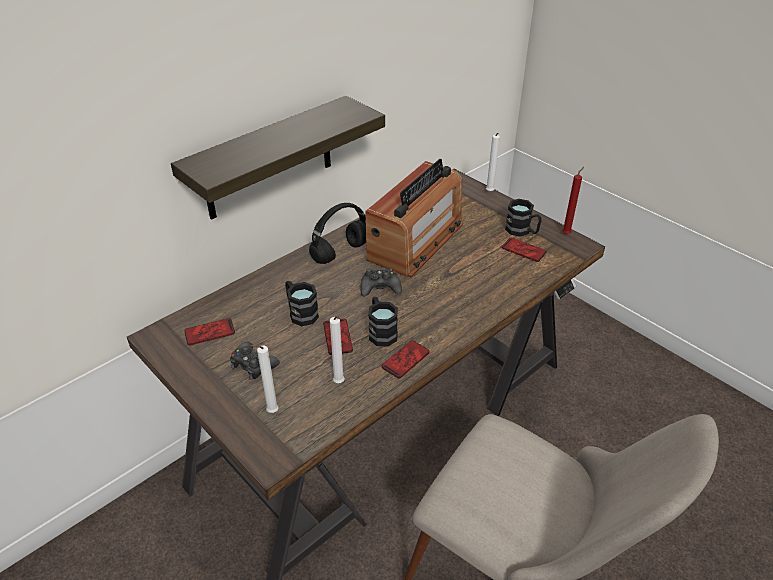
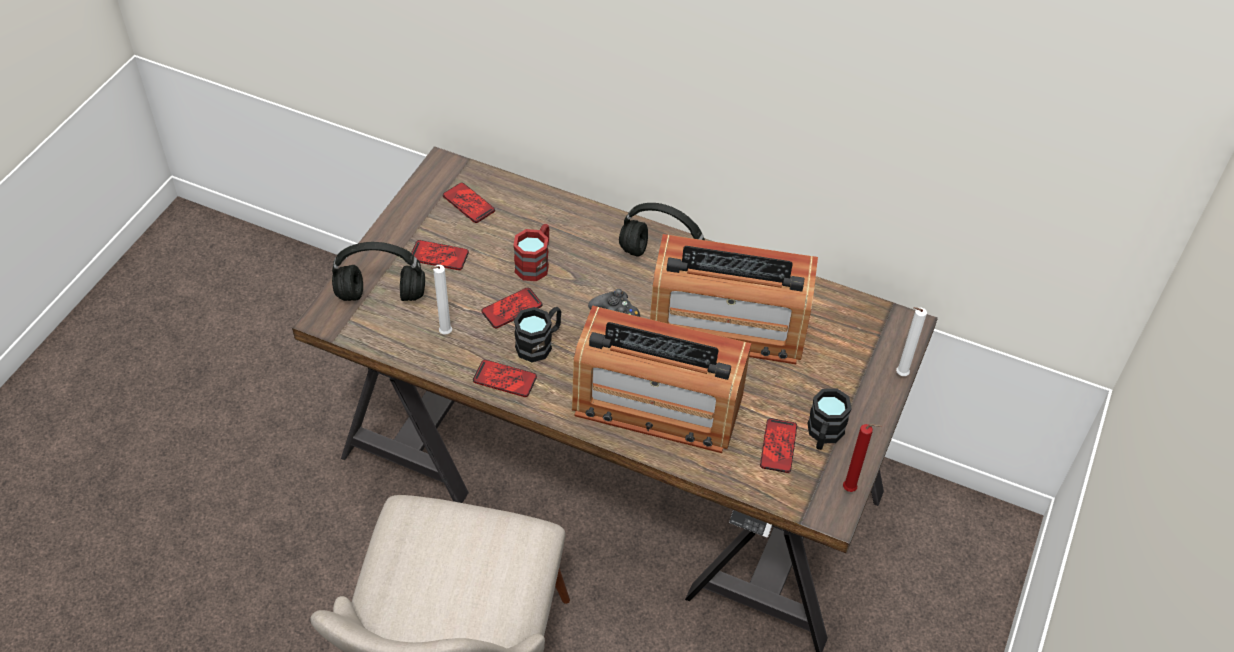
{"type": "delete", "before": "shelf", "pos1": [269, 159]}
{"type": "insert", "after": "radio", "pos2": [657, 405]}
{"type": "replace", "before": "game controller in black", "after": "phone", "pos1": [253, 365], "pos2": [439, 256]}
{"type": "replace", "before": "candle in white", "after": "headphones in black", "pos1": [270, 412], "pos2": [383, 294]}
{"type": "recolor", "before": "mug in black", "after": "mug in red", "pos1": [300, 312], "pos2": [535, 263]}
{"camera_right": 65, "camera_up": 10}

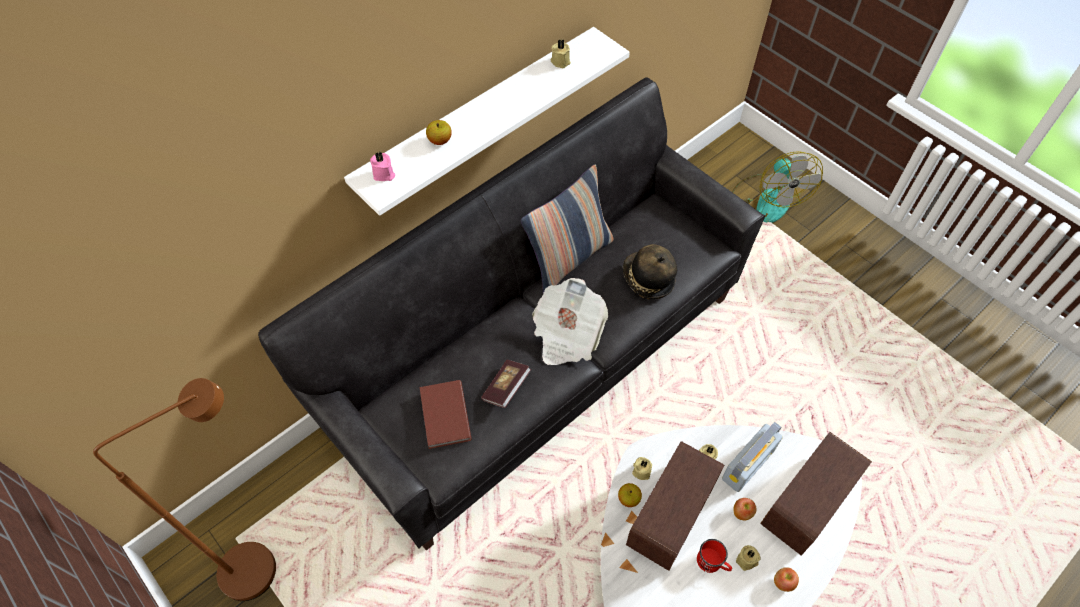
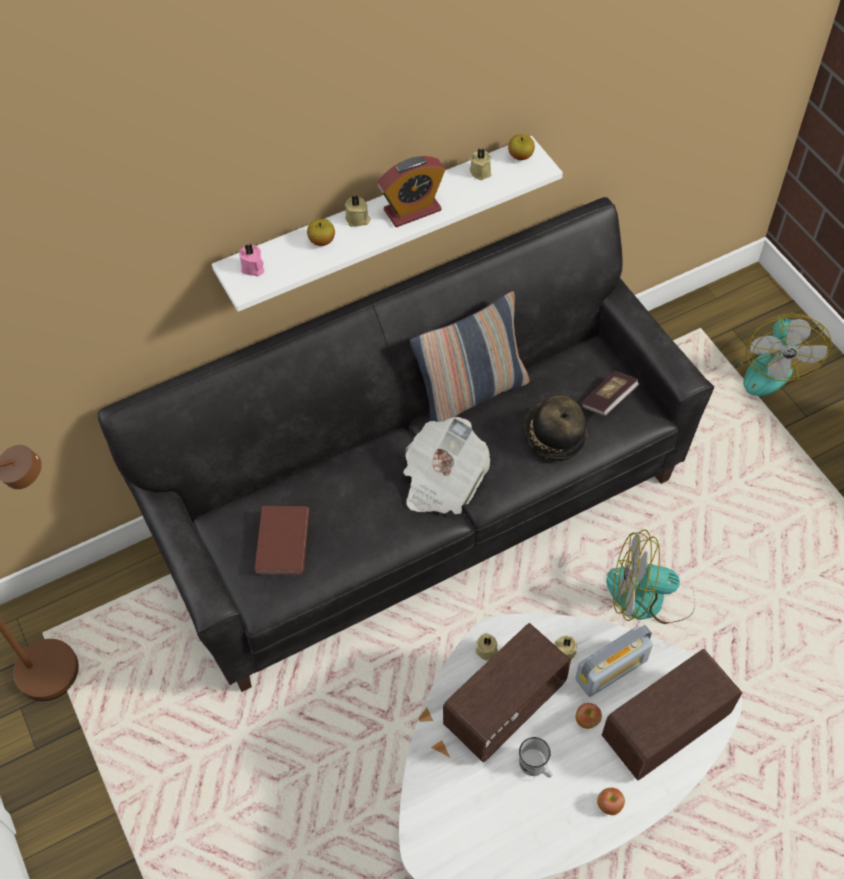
{"type": "insert", "after": "alarm clock", "pos2": [412, 210]}
{"type": "insert", "after": "fan", "pos2": [649, 596]}
{"type": "move", "before": "book", "pos1": [506, 388], "pos2": [608, 400]}
{"type": "move", "before": "apple", "pos1": [628, 499], "pos2": [520, 156]}
{"type": "move", "before": "candle in beige", "pos1": [747, 561], "pos2": [358, 219]}
{"type": "recolor", "before": "mug in red", "after": "mug in white", "pos1": [712, 563], "pos2": [536, 766]}
{"camera_right": 15, "camera_up": 0}

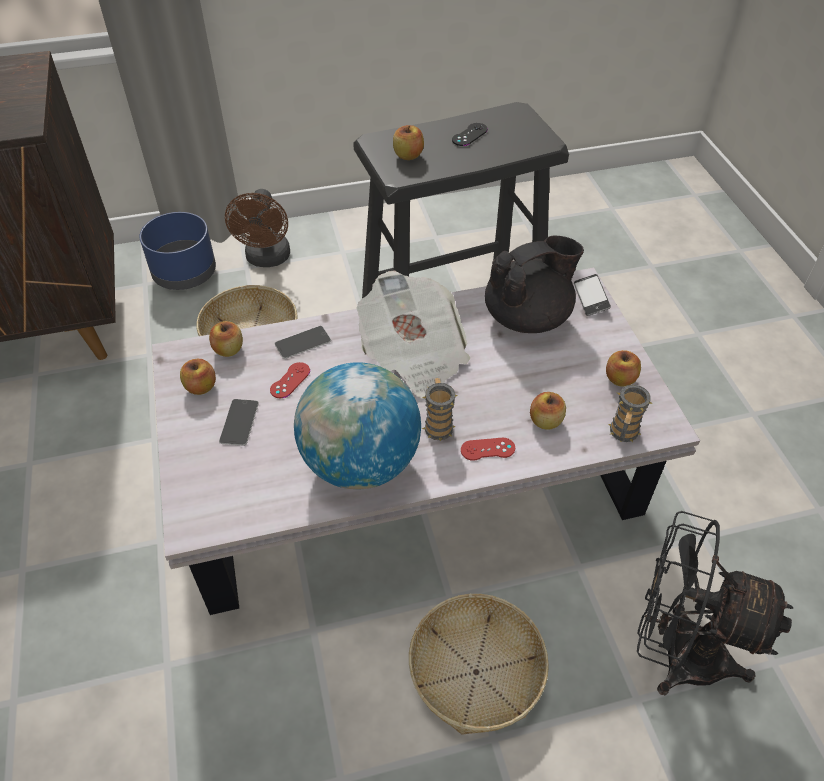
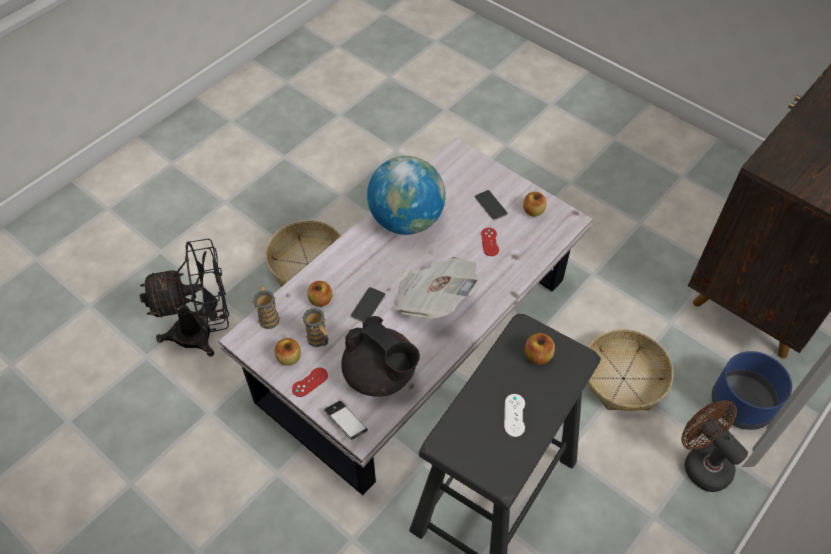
{"type": "delete", "before": "apple", "pos1": [228, 349]}
{"type": "move", "before": "phone", "pos1": [303, 342], "pos2": [368, 305]}
{"type": "move", "before": "mug", "pos1": [438, 424], "pos2": [319, 341]}
{"type": "move", "before": "game controller in red", "pos1": [487, 449], "pos2": [310, 382]}
{"type": "recolor", "before": "game controller in black", "after": "game controller in white", "pos1": [469, 135], "pos2": [514, 415]}
{"type": "rotate", "before": "teapot in black", "pos1": [528, 317], "pos2": [381, 375], "turn": -75}
{"camera_right": 145, "camera_up": 5}

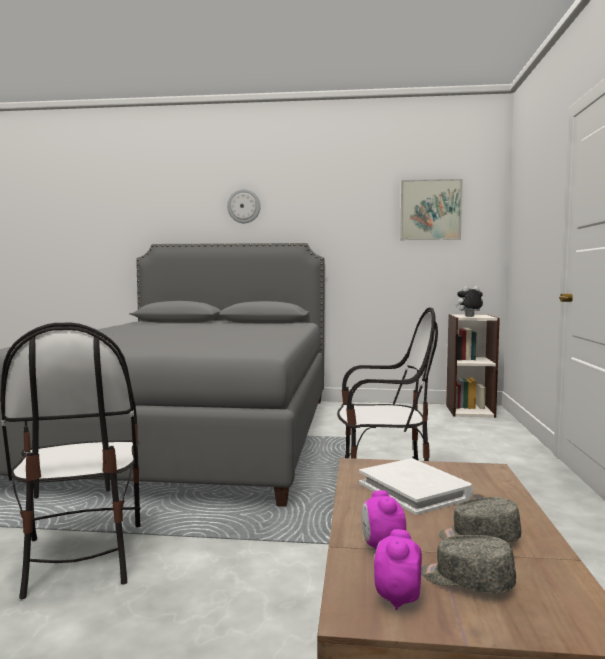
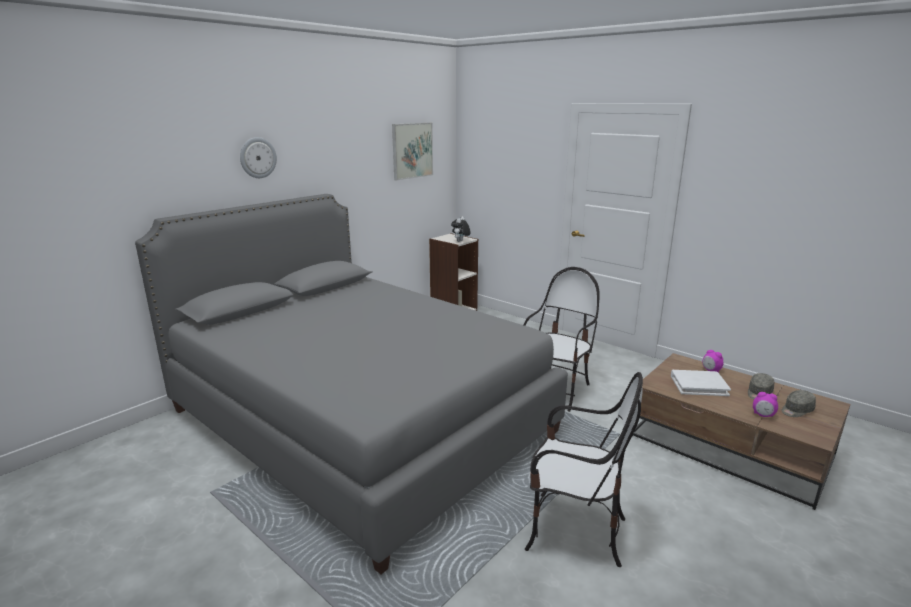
{"type": "move", "before": "alarm clock", "pos1": [397, 598], "pos2": [711, 371]}
{"camera_right": -55, "camera_up": 15}

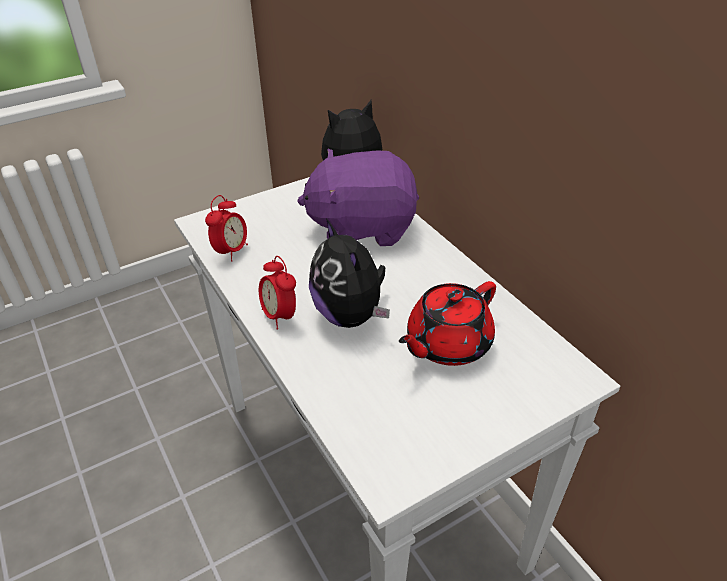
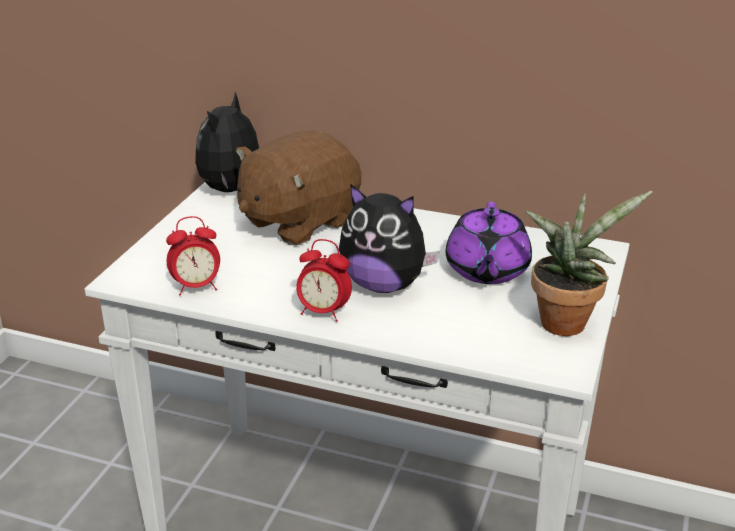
{"type": "insert", "after": "potted plant", "pos2": [566, 320]}
{"type": "recolor", "before": "plush toy in purple", "after": "plush toy in brown", "pos1": [362, 227], "pos2": [298, 221]}
{"type": "recolor", "before": "teapot in red", "after": "teapot in purple", "pos1": [447, 344], "pos2": [486, 270]}
{"type": "rotate", "before": "alarm clock", "pos1": [231, 251], "pos2": [197, 287], "turn": 90}
{"camera_right": -40, "camera_up": -10}

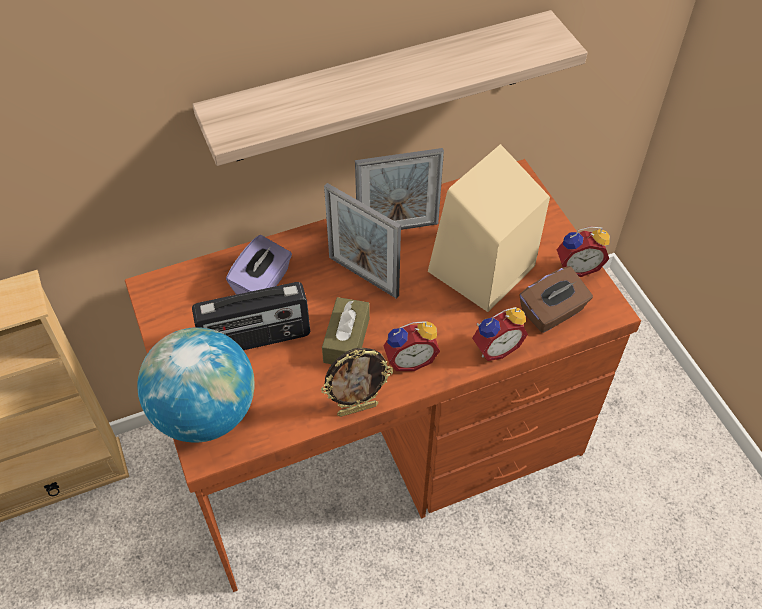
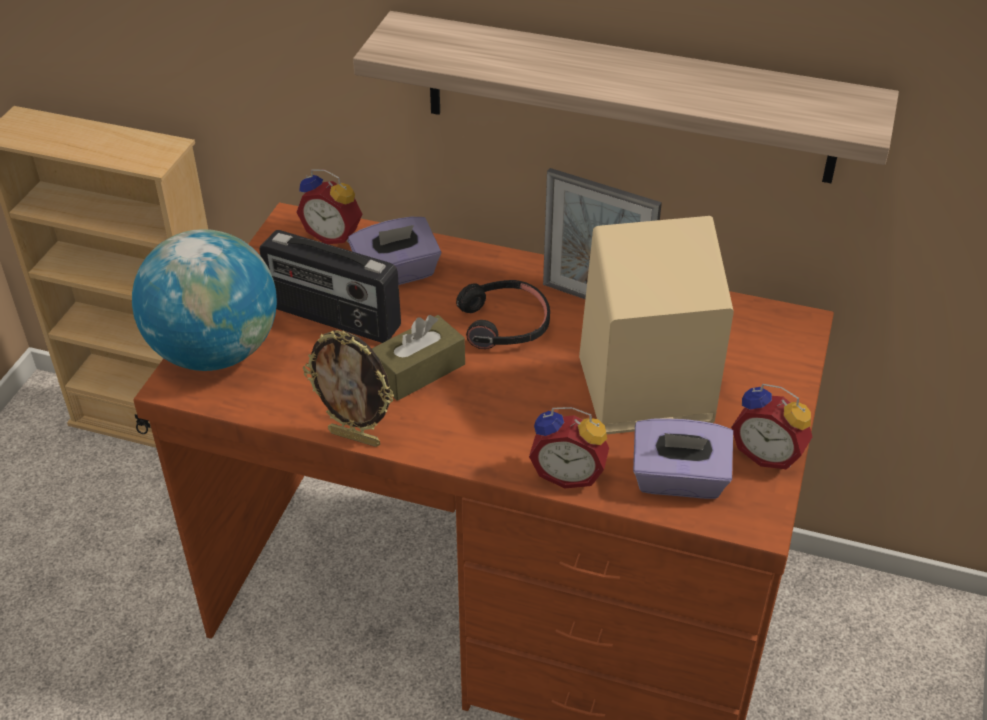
{"type": "move", "before": "alarm clock", "pos1": [409, 359], "pos2": [334, 235]}
{"type": "replace", "before": "picture frame", "after": "headphones in black", "pos1": [363, 276], "pos2": [504, 324]}
{"type": "recolor", "before": "tissue box in brown", "after": "tissue box in purple", "pos1": [552, 313], "pos2": [679, 480]}
{"camera_right": 40, "camera_up": -10}

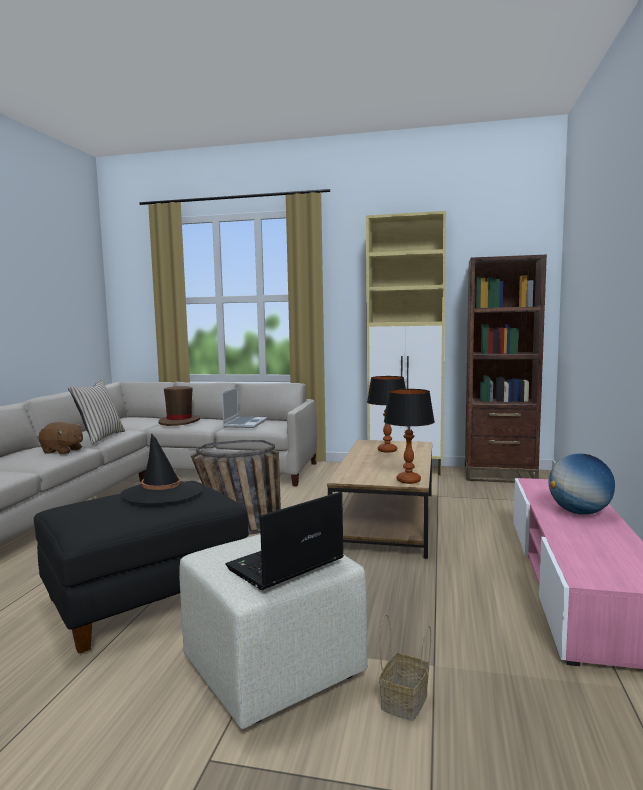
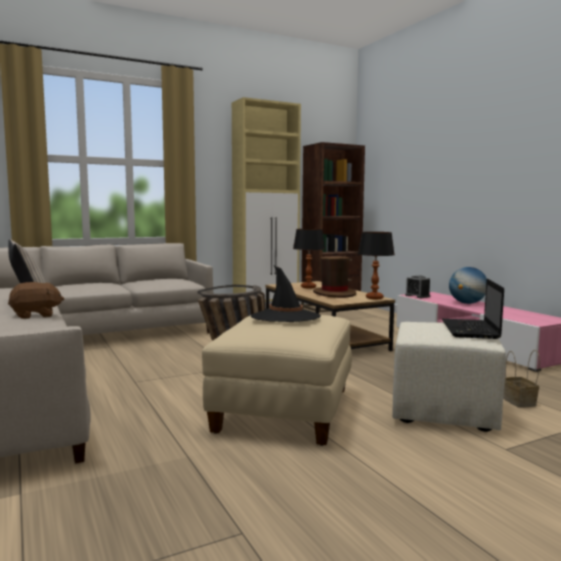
{"type": "delete", "before": "laptop", "pos1": [245, 423]}
{"type": "insert", "after": "alarm clock", "pos2": [417, 296]}
{"type": "move", "before": "hat in brown", "pos1": [179, 422], "pos2": [334, 294]}
{"type": "recolor", "before": "ottoman in black", "after": "ottoman in beige", "pos1": [147, 599], "pos2": [285, 411]}
{"camera_right": -40, "camera_up": 0}

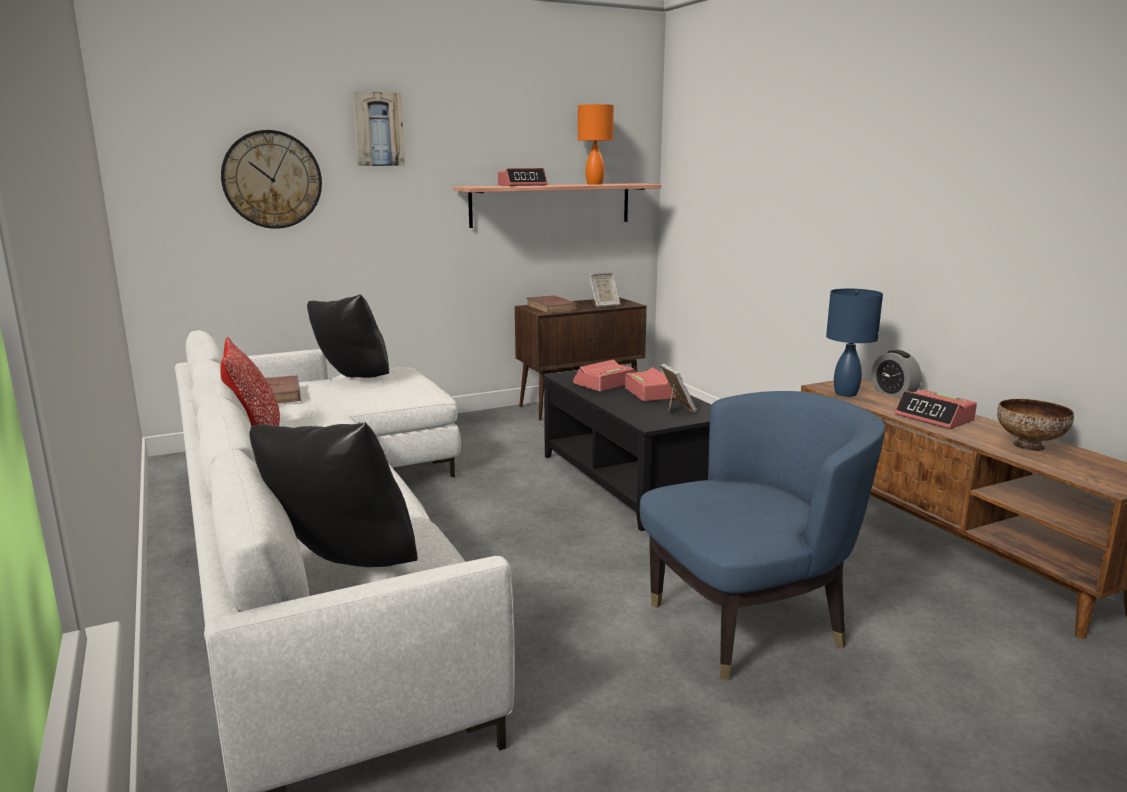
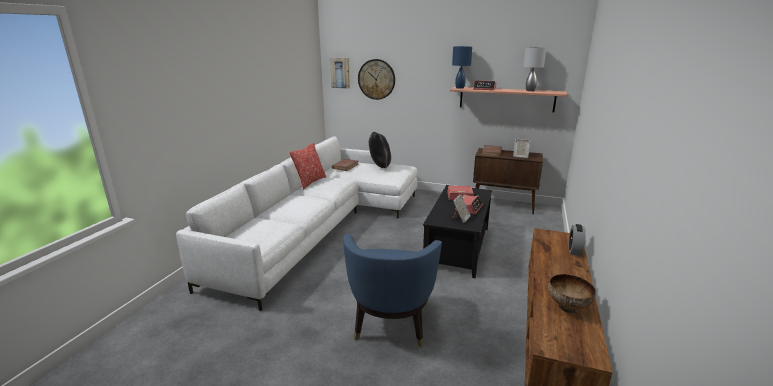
{"type": "delete", "before": "pillow in black", "pos1": [339, 568]}
{"type": "delete", "before": "alarm clock", "pos1": [934, 418]}
{"type": "move", "before": "picture", "pos1": [378, 129], "pos2": [340, 72]}
{"type": "move", "before": "table lamp in blue", "pos1": [846, 394], "pos2": [459, 88]}
{"type": "recolor", "before": "table lamp in orange", "after": "table lamp in grey", "pos1": [594, 184], "pos2": [530, 90]}
{"type": "rotate", "before": "armchair in blue", "pos1": [749, 623], "pos2": [391, 322], "turn": 75}
{"camera_right": 45, "camera_up": 5}

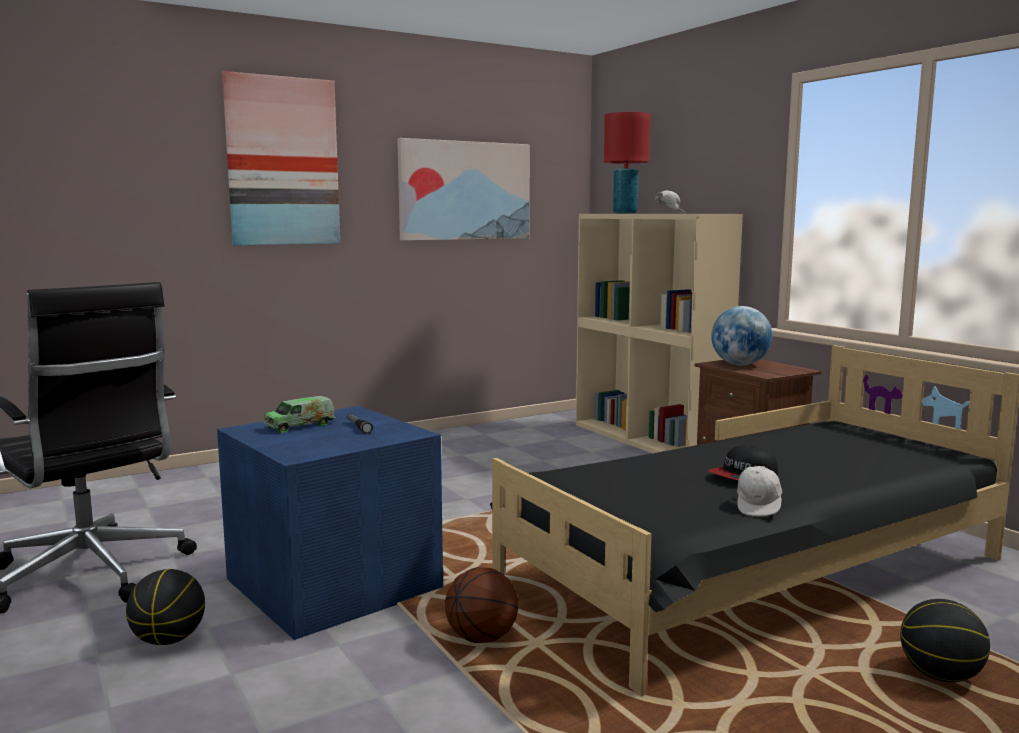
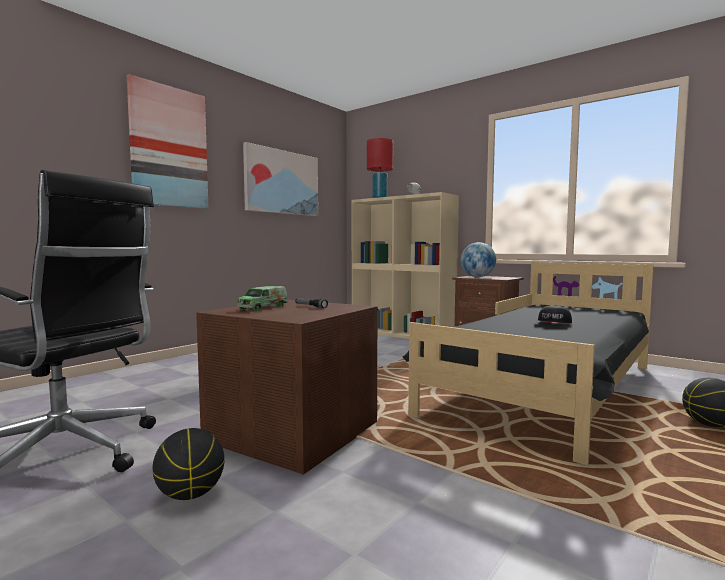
{"type": "delete", "before": "basketball", "pos1": [482, 637]}
{"type": "delete", "before": "cap in white", "pos1": [758, 506]}
{"type": "recolor", "before": "storage box in blue", "after": "storage box in brown", "pos1": [337, 584], "pos2": [296, 431]}
{"camera_right": -20, "camera_up": -5}

